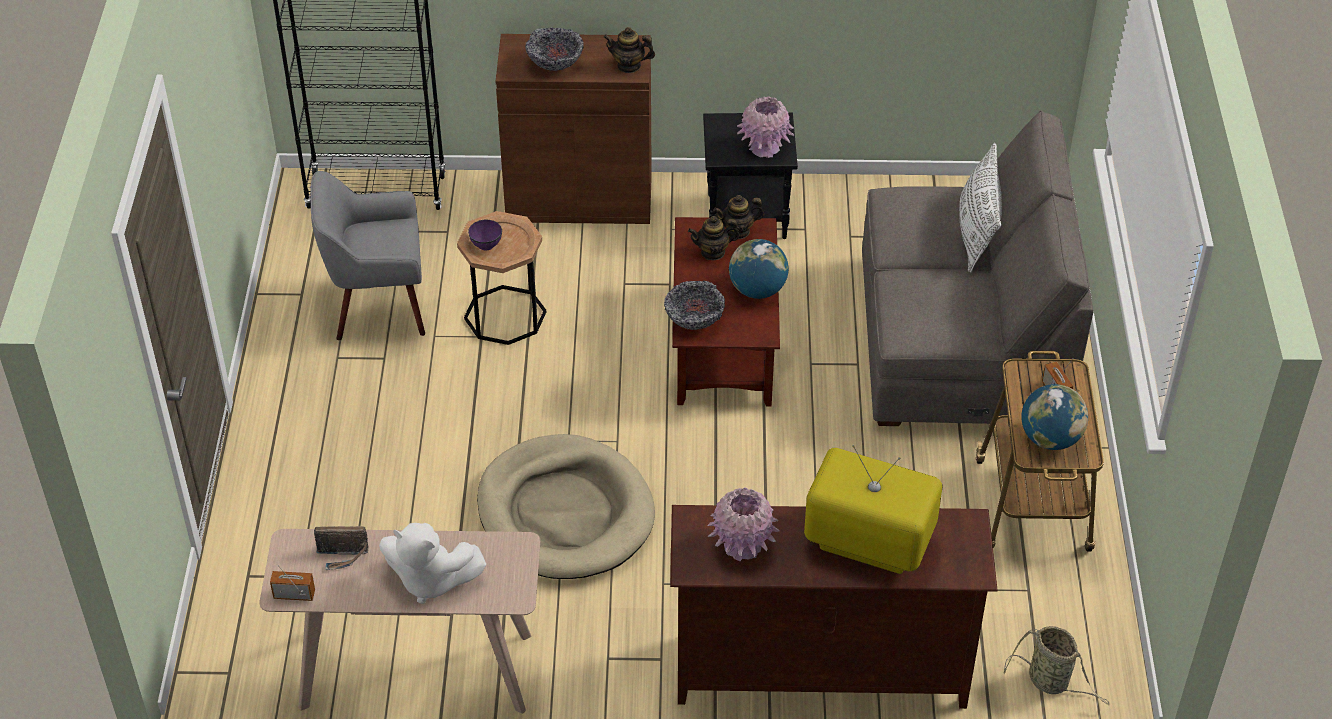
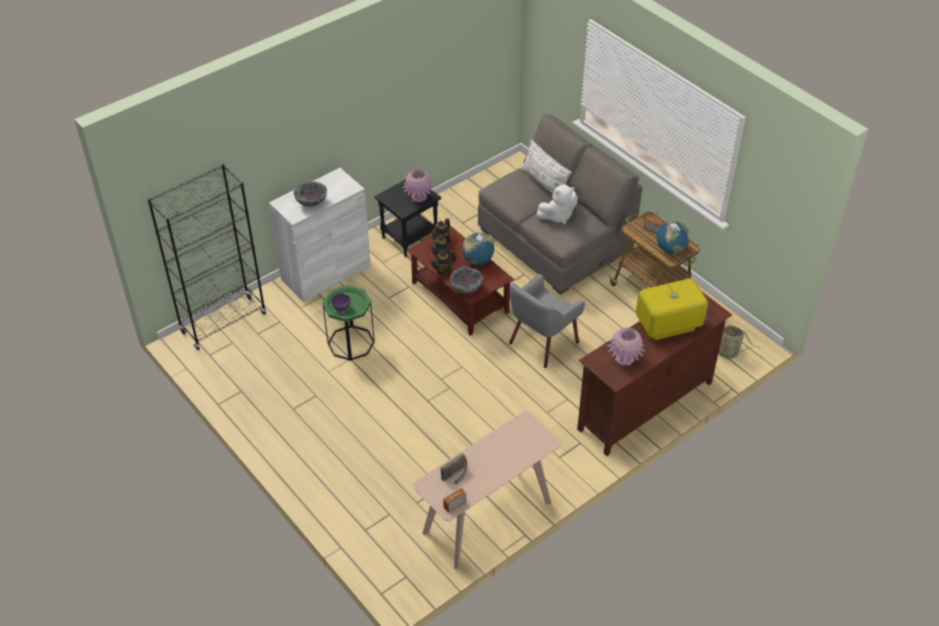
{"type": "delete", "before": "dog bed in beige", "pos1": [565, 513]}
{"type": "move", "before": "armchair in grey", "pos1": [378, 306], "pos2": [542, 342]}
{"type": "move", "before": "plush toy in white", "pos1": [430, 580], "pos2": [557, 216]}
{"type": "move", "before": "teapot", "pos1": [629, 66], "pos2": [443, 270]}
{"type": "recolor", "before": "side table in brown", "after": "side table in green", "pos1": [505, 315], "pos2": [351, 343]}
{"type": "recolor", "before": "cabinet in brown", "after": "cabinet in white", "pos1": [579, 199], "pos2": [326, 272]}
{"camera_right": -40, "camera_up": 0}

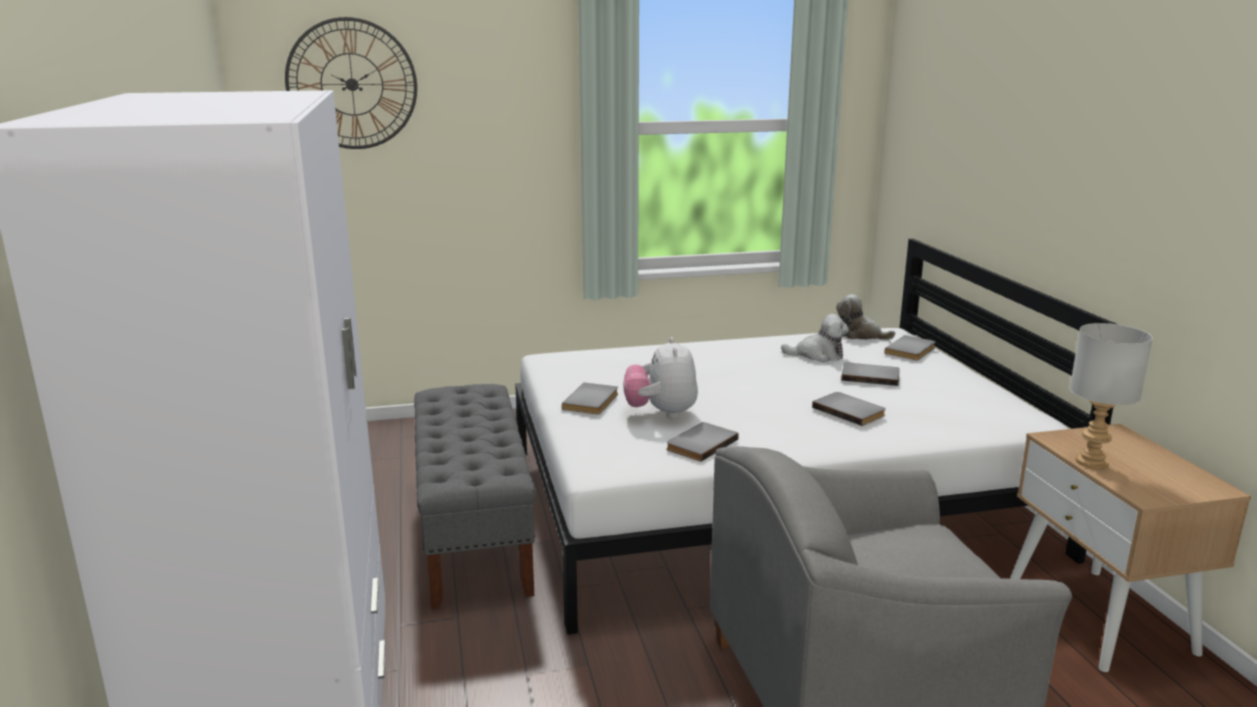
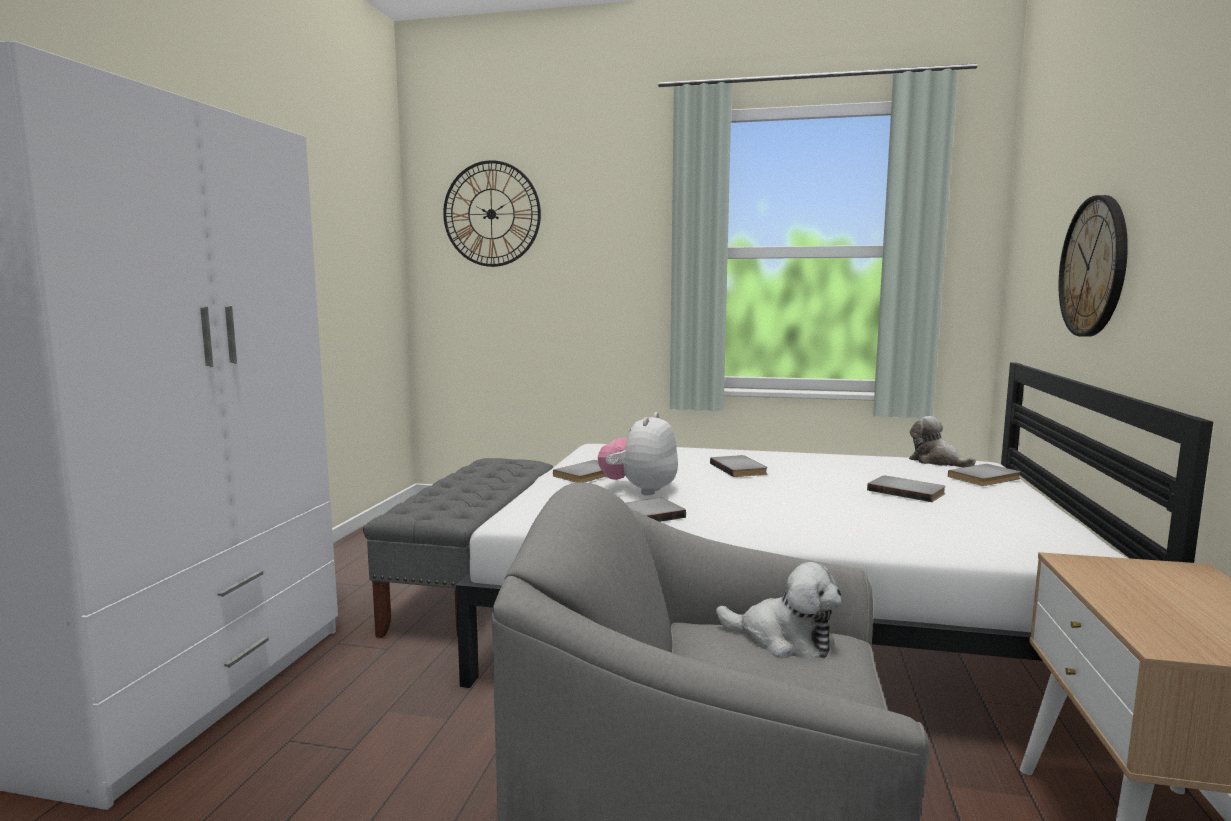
{"type": "delete", "before": "table lamp in grey", "pos1": [1091, 463]}
{"type": "insert", "after": "wall clock", "pos2": [1094, 267]}
{"type": "move", "before": "plush toy", "pos1": [818, 355], "pos2": [783, 640]}
{"type": "move", "before": "book in grey", "pos1": [850, 411], "pos2": [740, 468]}
{"camera_right": 25, "camera_up": -10}

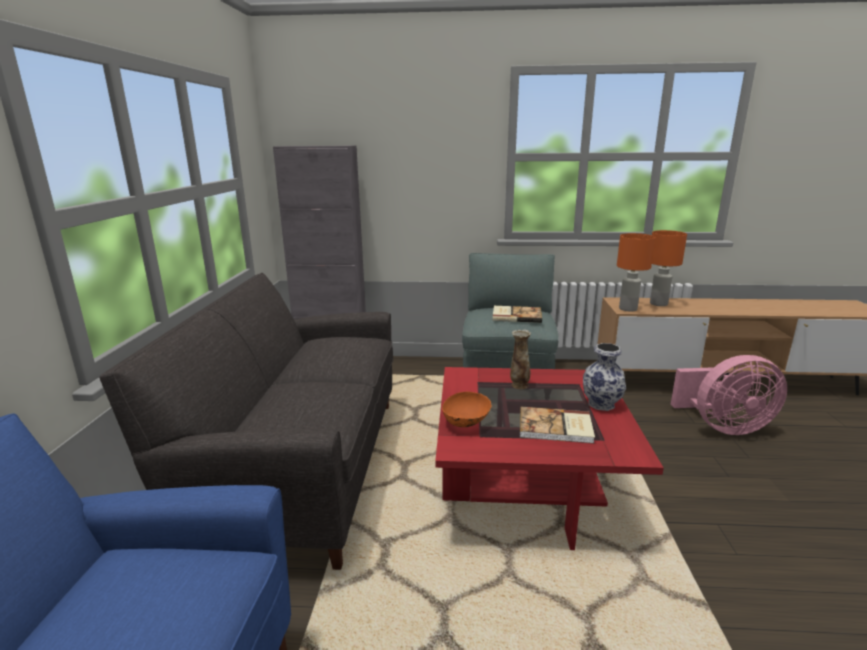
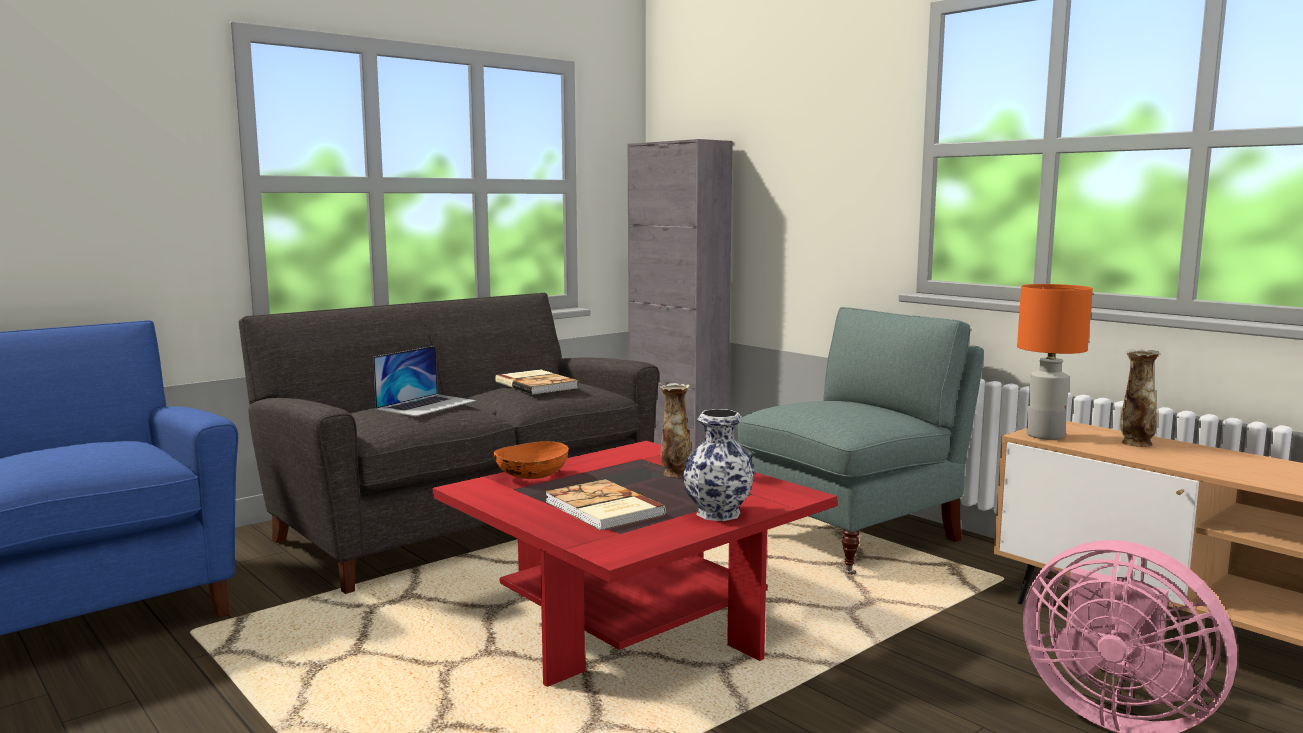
{"type": "insert", "after": "laptop", "pos2": [426, 405]}
{"type": "move", "before": "book", "pos1": [516, 315], "pos2": [537, 384]}
{"type": "replace", "before": "table lamp in orange", "after": "vase", "pos1": [658, 304], "pos2": [1135, 443]}
{"camera_right": 45, "camera_up": -10}

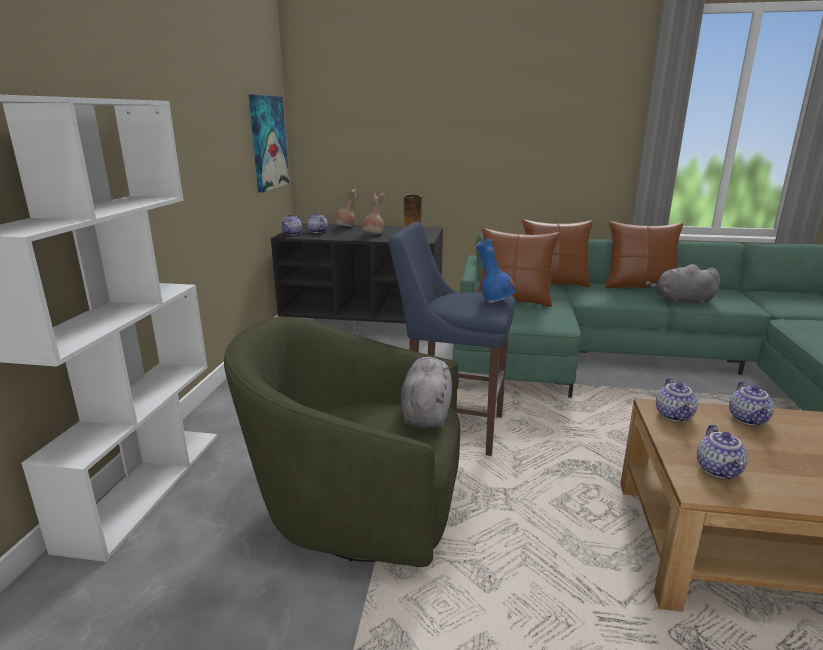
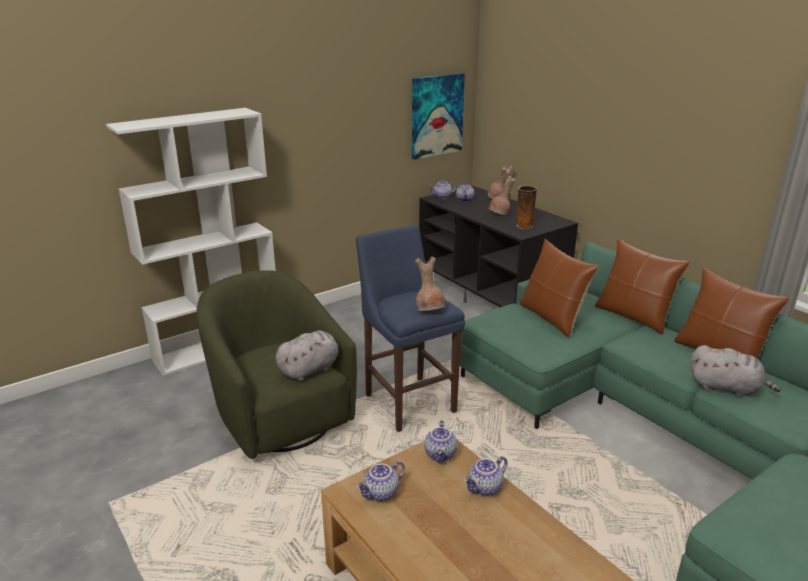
{"type": "recolor", "before": "vase in blue", "after": "vase in brown", "pos1": [496, 300], "pos2": [430, 310]}
{"type": "rotate", "before": "plush toy in grey", "pos1": [681, 301], "pos2": [726, 388], "turn": 150}
{"type": "rotate", "before": "teapot", "pos1": [675, 415], "pos2": [441, 455], "turn": -45}
{"camera_right": 45, "camera_up": 5}

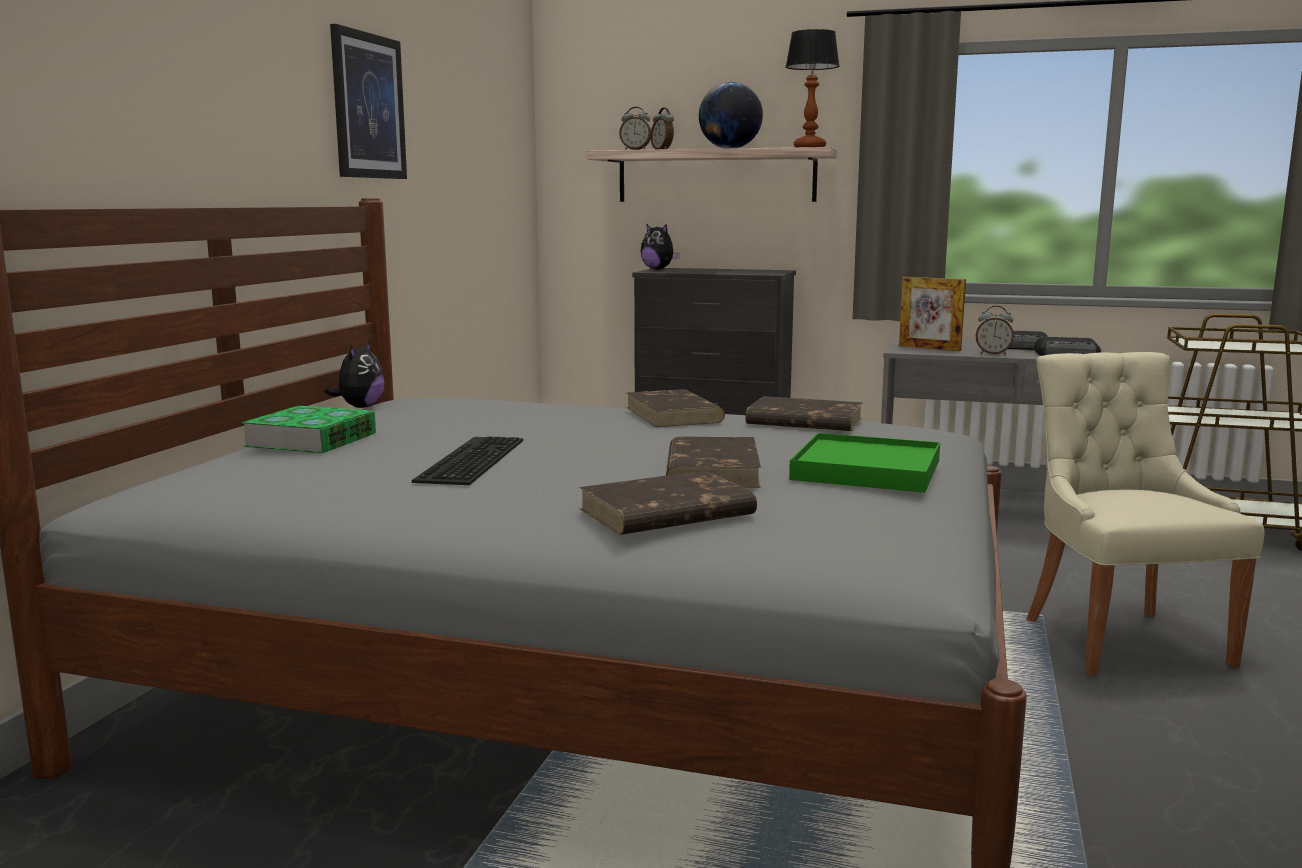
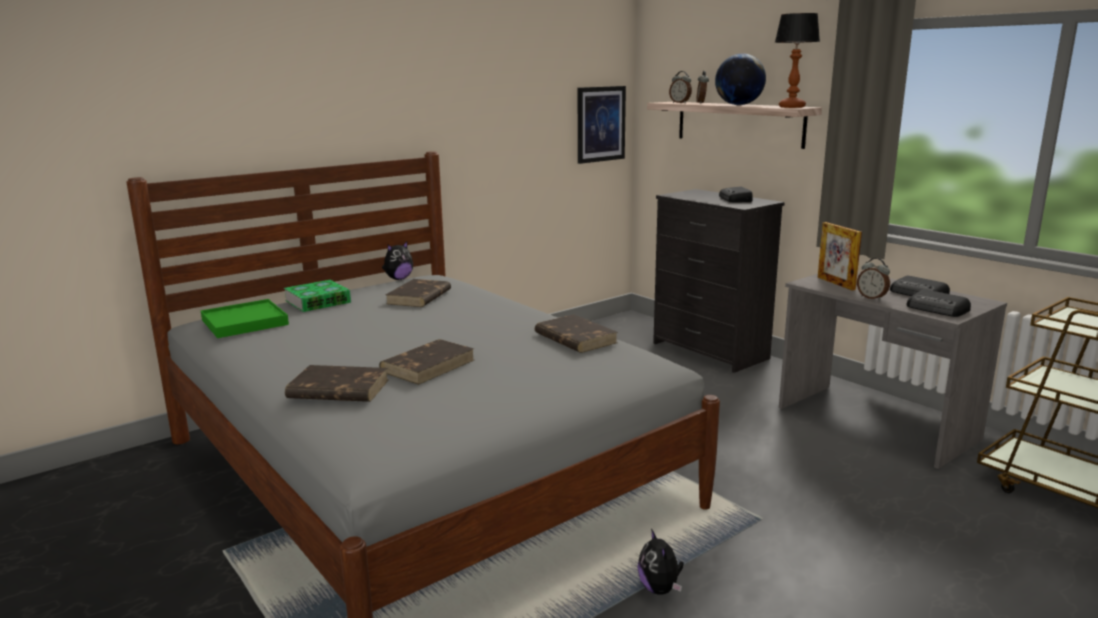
{"type": "delete", "before": "keyboard", "pos1": [469, 459]}
{"type": "delete", "before": "chair in beige", "pos1": [1120, 639]}
{"type": "insert", "after": "radio", "pos2": [736, 199]}
{"type": "move", "before": "picture", "pos1": [368, 106], "pos2": [600, 124]}
{"type": "move", "before": "book in brown", "pos1": [674, 415], "pos2": [419, 297]}
{"type": "move", "before": "plush toy", "pos1": [658, 269], "pos2": [660, 589]}
{"type": "move", "before": "tray in green", "pos1": [866, 470], "pos2": [245, 322]}
{"camera_right": 35, "camera_up": 5}

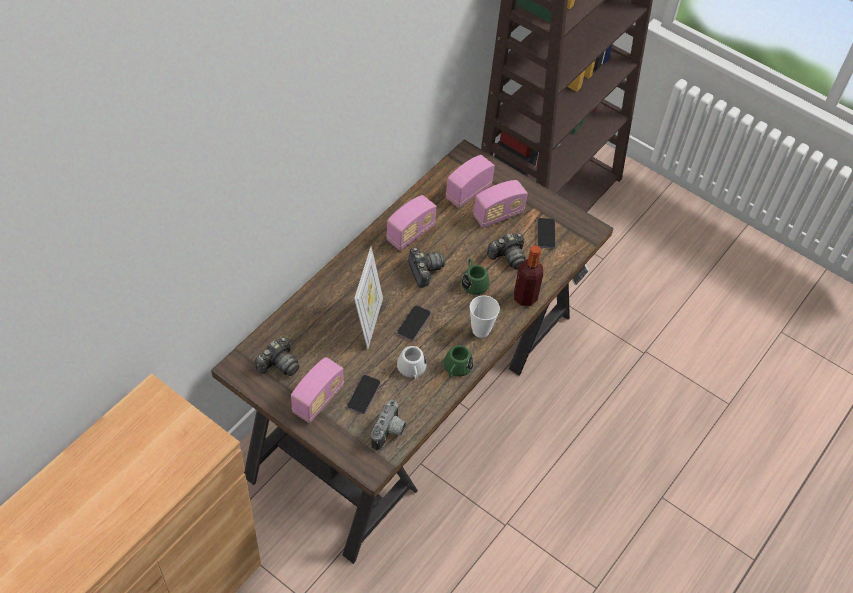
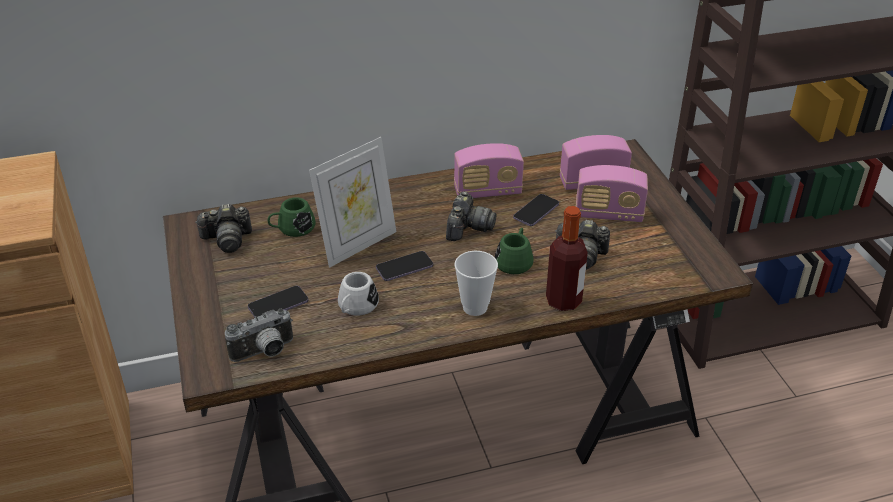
{"type": "delete", "before": "radio", "pos1": [318, 400]}
{"type": "move", "before": "mug in green", "pos1": [456, 368], "pos2": [292, 228]}
{"type": "move", "before": "phone", "pos1": [546, 234], "pos2": [536, 211]}
{"camera_right": 40, "camera_up": -15}

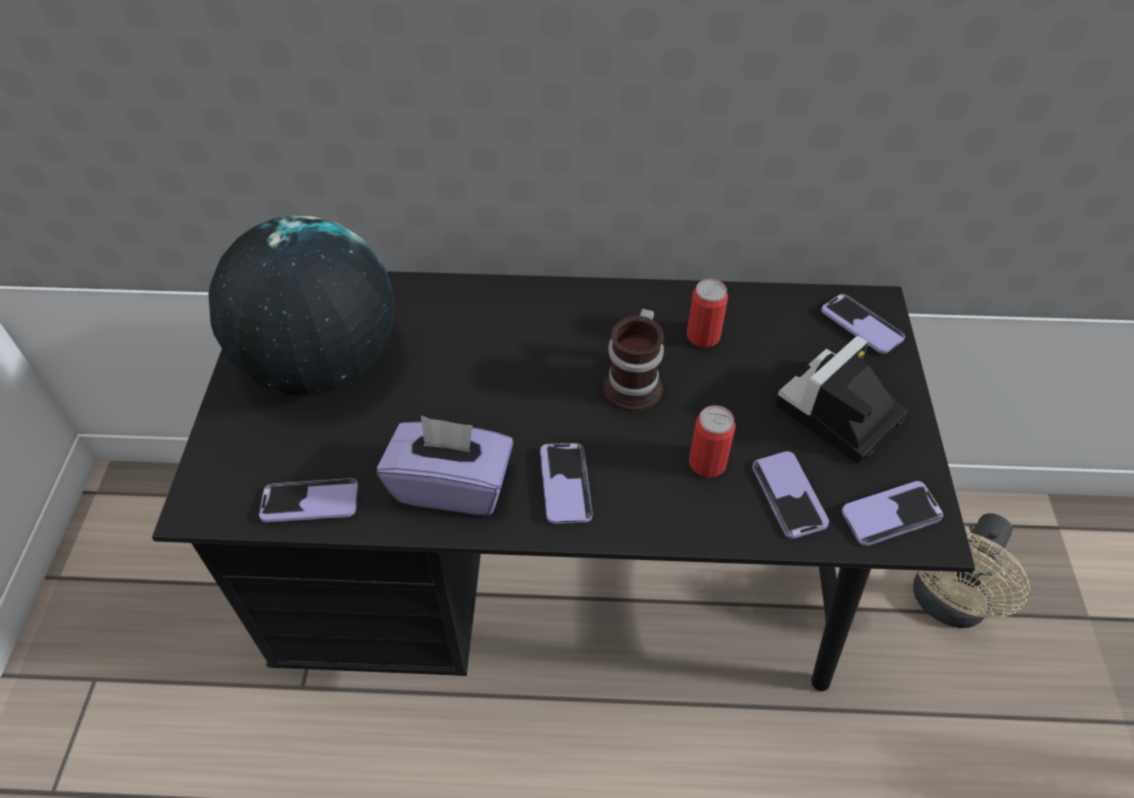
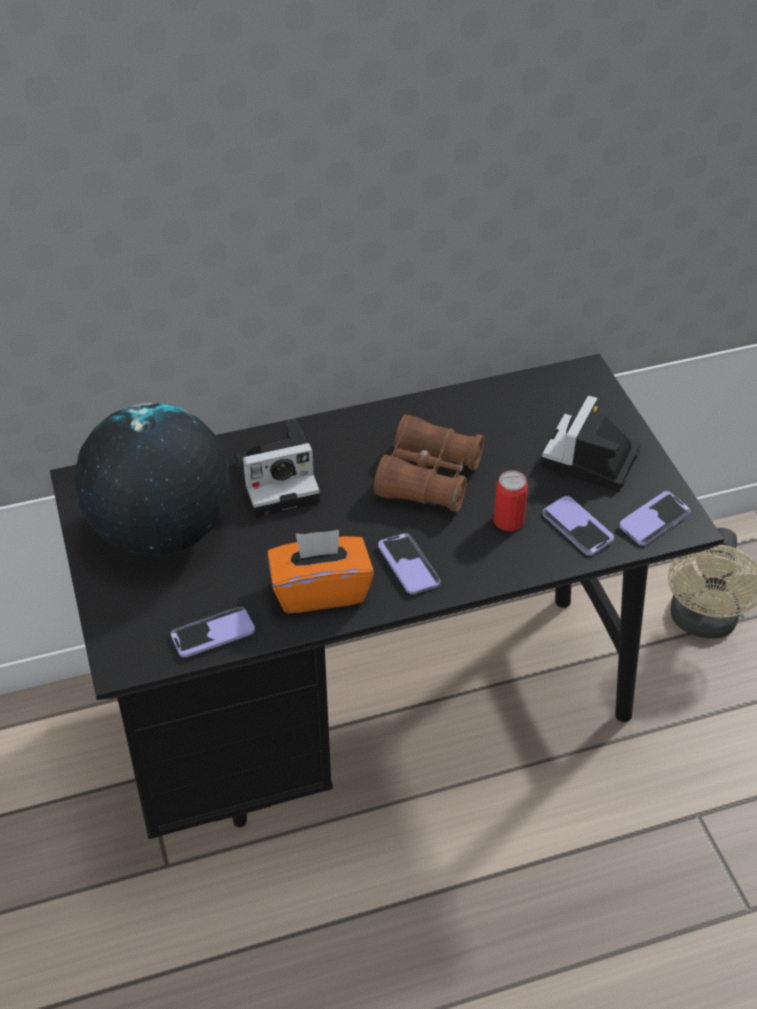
{"type": "delete", "before": "can", "pos1": [703, 336]}
{"type": "delete", "before": "phone", "pos1": [861, 325]}
{"type": "insert", "after": "photo camera", "pos2": [280, 480]}
{"type": "replace", "before": "mug", "after": "binoculars in brown", "pos1": [637, 383], "pos2": [428, 478]}
{"type": "recolor", "before": "tissue box in purple", "after": "tissue box in orange", "pos1": [452, 485], "pos2": [320, 590]}
{"camera_right": -20, "camera_up": -5}

